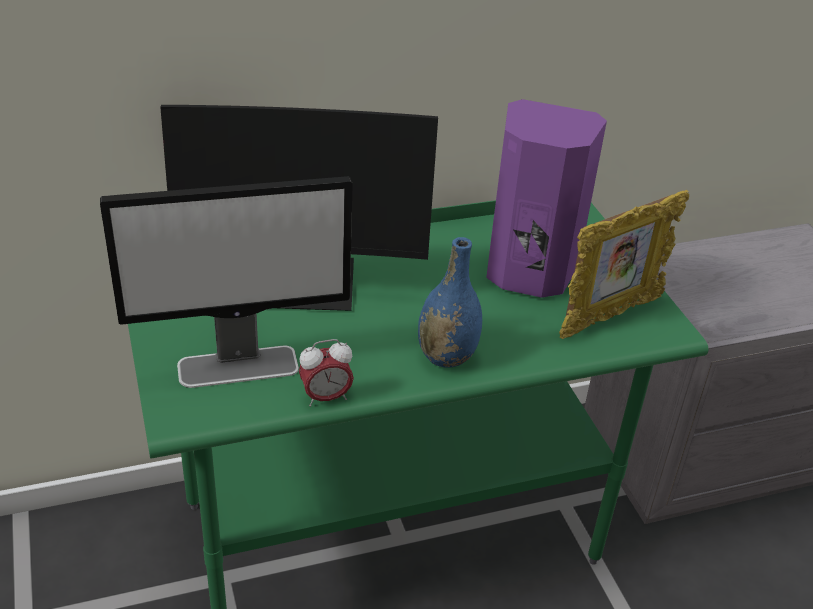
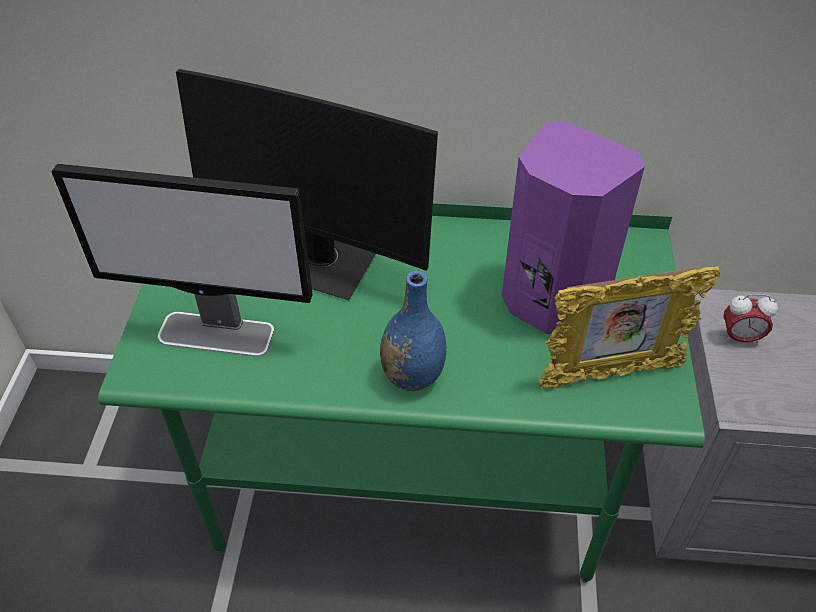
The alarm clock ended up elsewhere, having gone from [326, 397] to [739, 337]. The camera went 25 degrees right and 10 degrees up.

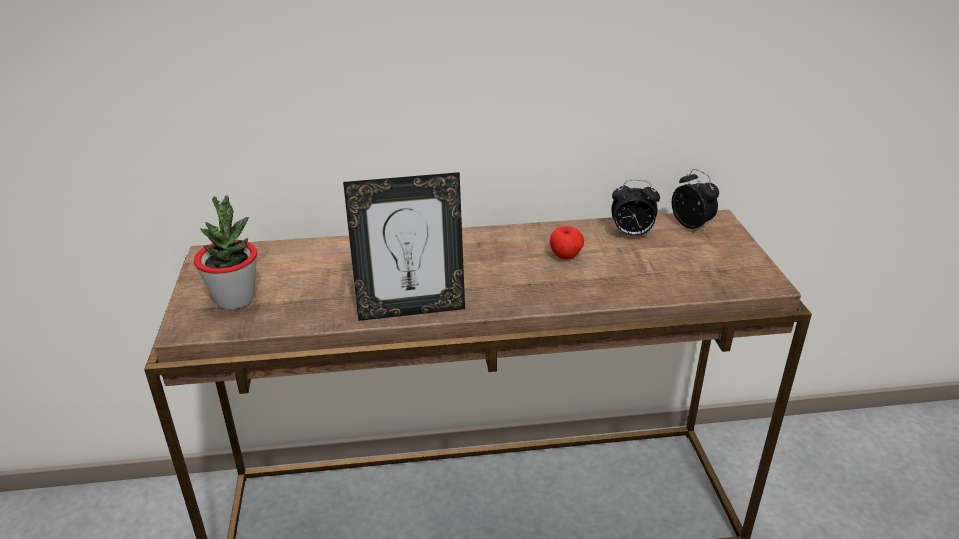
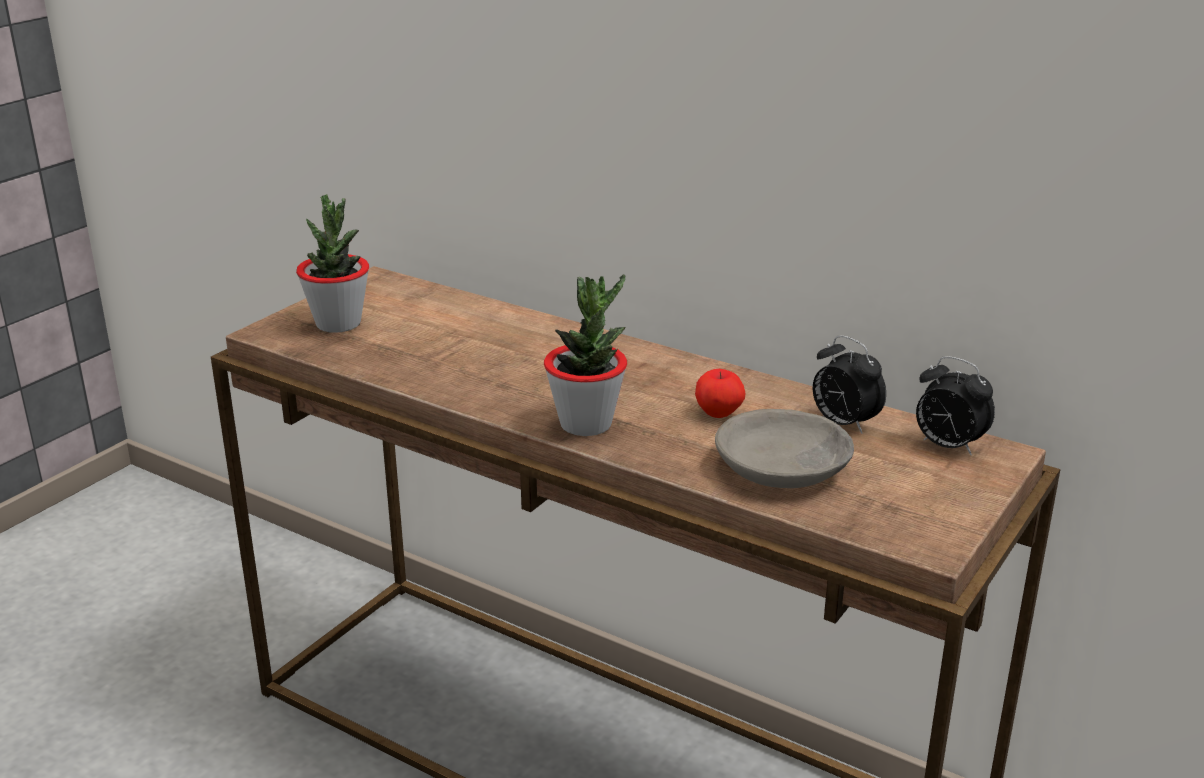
The second view gained the potted plant at [586, 424]. The second view gained the grey bowl at [784, 468]. The alarm clock at [692, 226] ended up facing another way, 120 degrees clockwise from before. The second view lost the picture frame at [411, 309]. The camera went 40 degrees right and 5 degrees down.

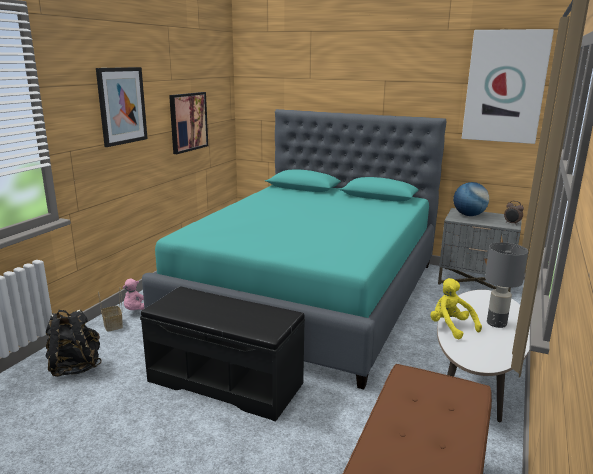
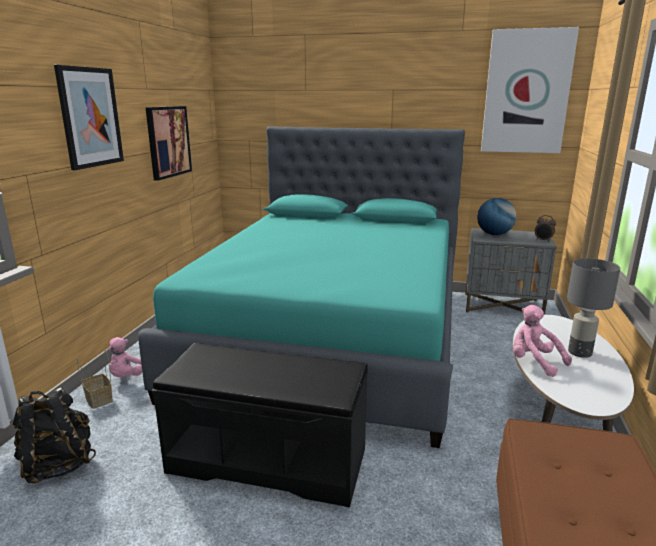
What was the yellow plush toy at [451, 327] turned into the pink plush toy at [534, 362]. The camera went 10 degrees left and 0 degrees up.

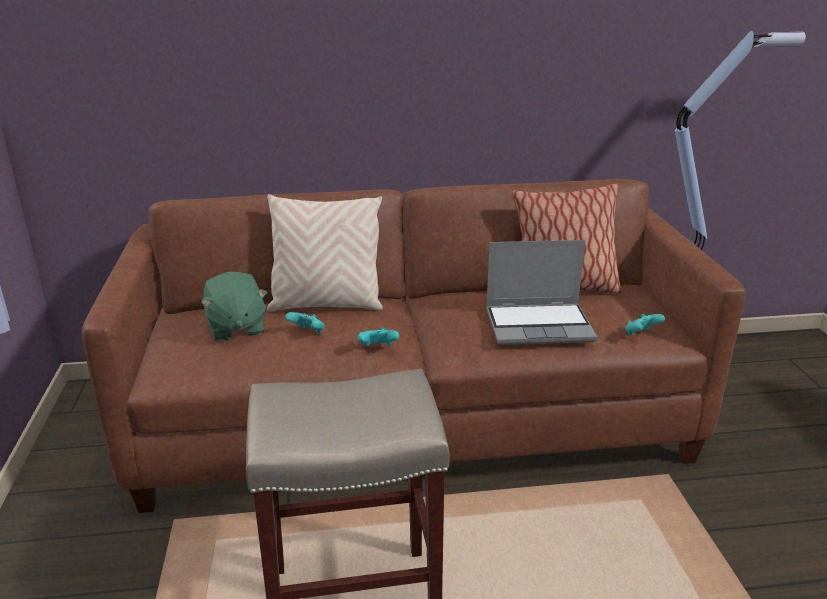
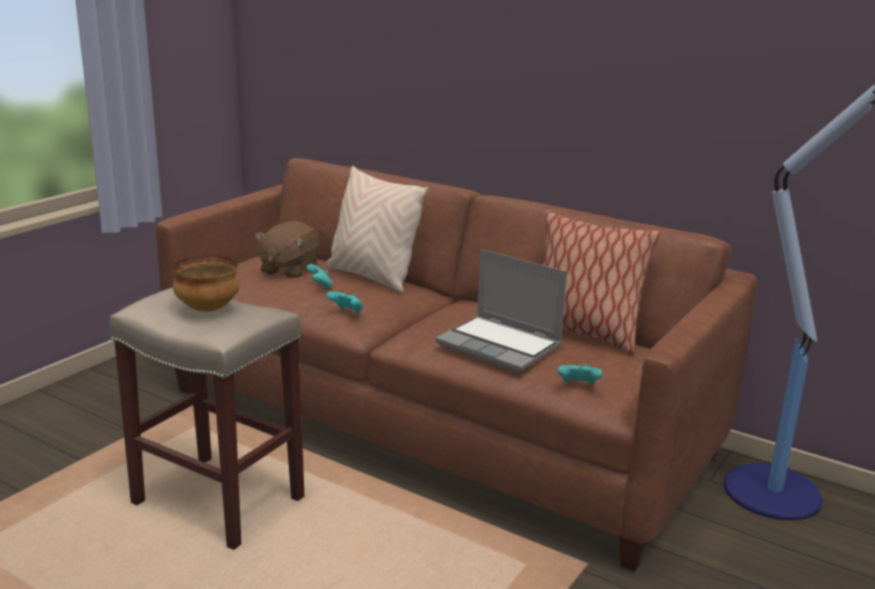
The second view gained the bowl at [209, 309]. What was the green plush toy at [236, 328] turned into the brown plush toy at [288, 270]. The camera went 40 degrees right and 5 degrees down.

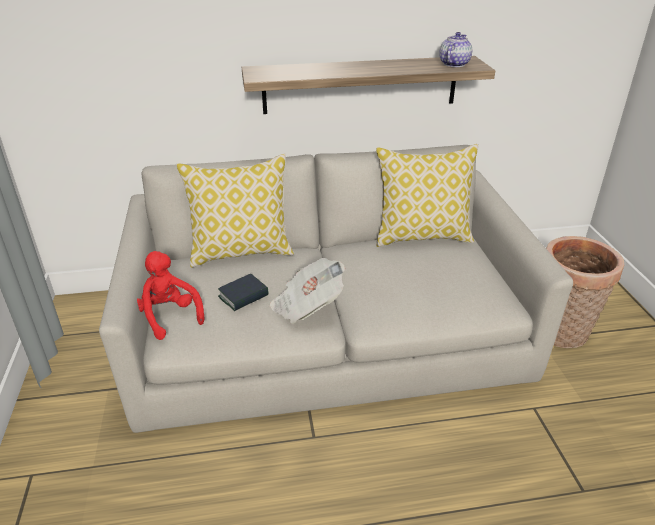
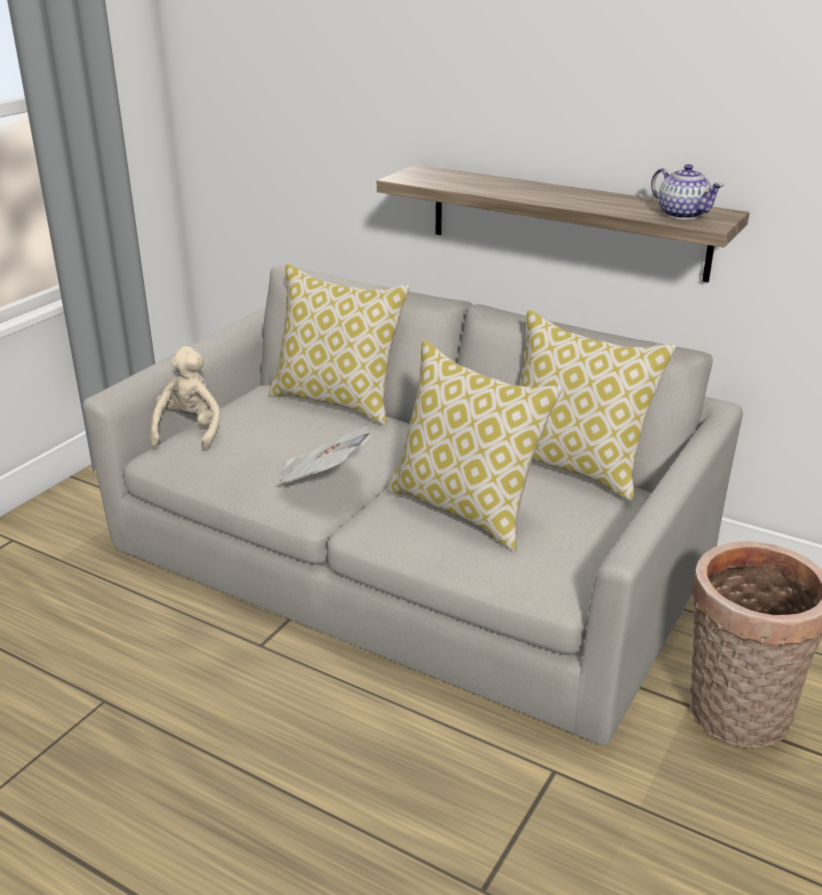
What was the red plush toy at [168, 316] turned into the beige plush toy at [189, 431]. The second view gained the pillow at [465, 509]. The teapot at [453, 64] ended up facing another way, 75 degrees clockwise from before. The second view lost the book at [243, 296]. The camera went 40 degrees right and 5 degrees down.

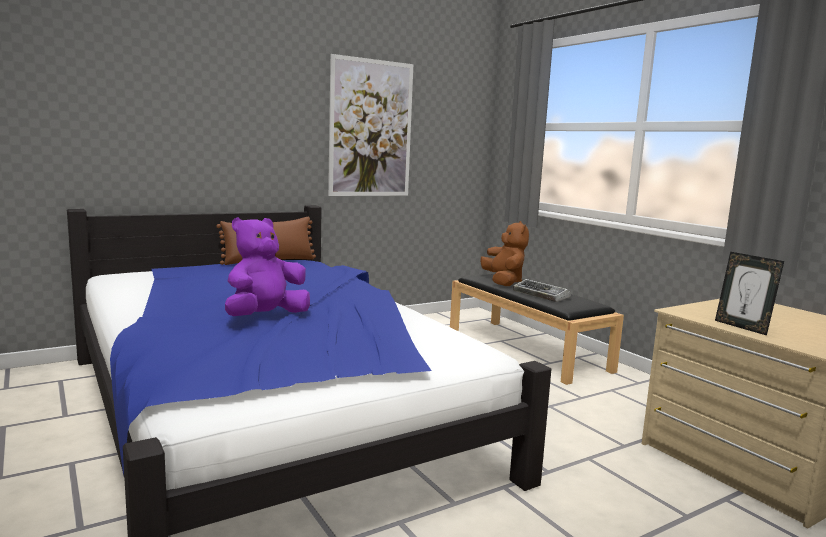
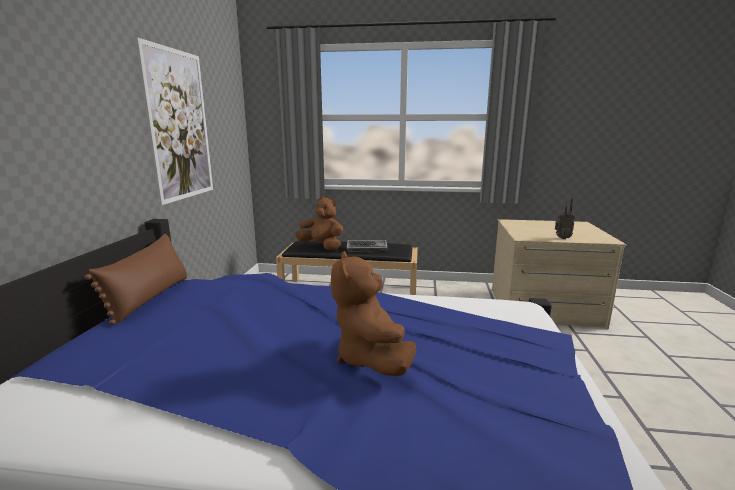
What was the purple plush toy at [265, 317] turned into the brown plush toy at [371, 359]. Where the picture frame stood at [742, 327], the radio came to stand at [561, 238]. The camera went 50 degrees left and 5 degrees up.

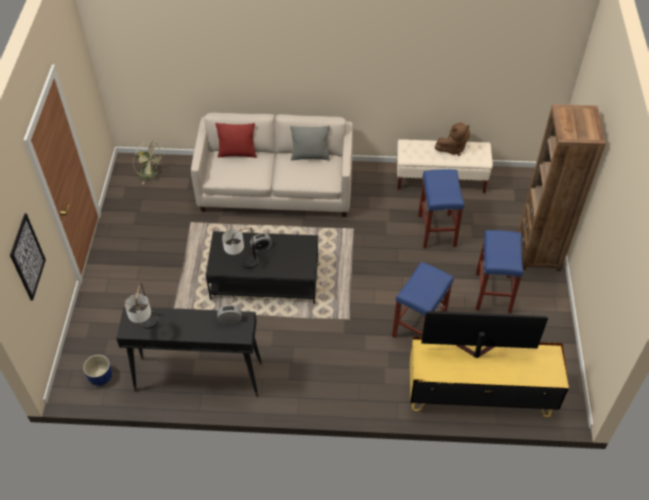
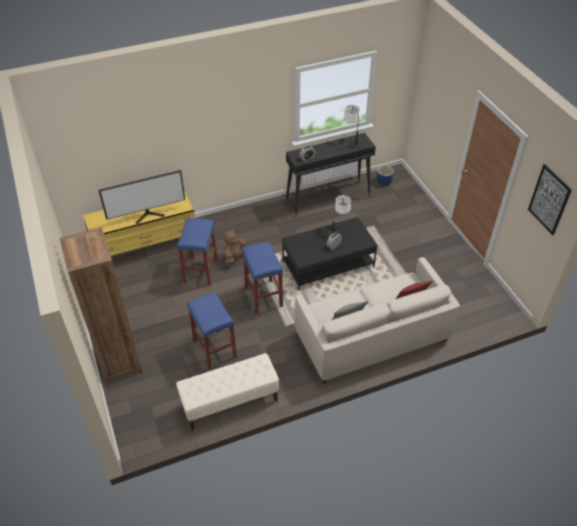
The brown plush toy ended up elsewhere, having gone from [452, 148] to [235, 257]. The blue stool ended up elsewhere, having gone from [493, 293] to [263, 296]. The picture ended up elsewhere, having gone from [27, 257] to [549, 199]. The second view lost the green fan at [151, 174]. The camera went 155 degrees right and 5 degrees down.

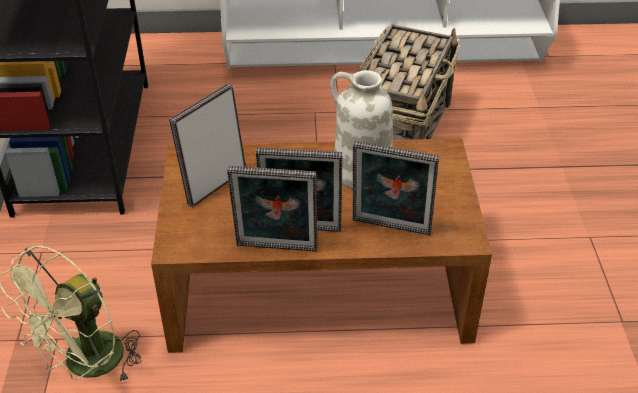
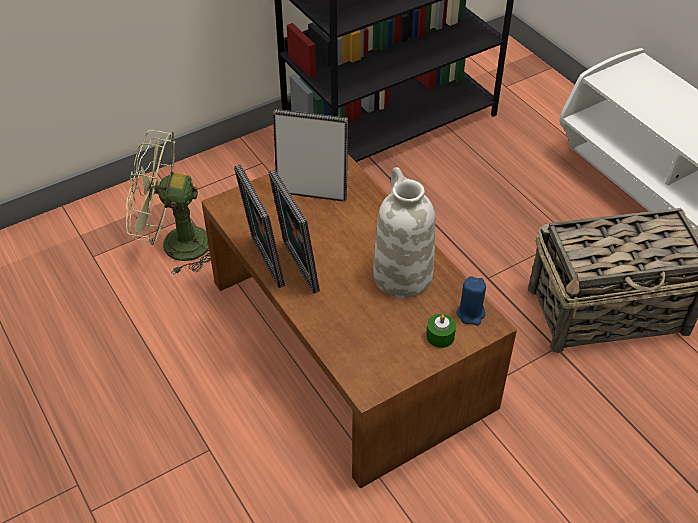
The second view gained the green candle at [440, 336]. The second view gained the blue candle at [471, 314]. The second view lost the picture frame at [390, 229]. The camera went 60 degrees right and 5 degrees up.

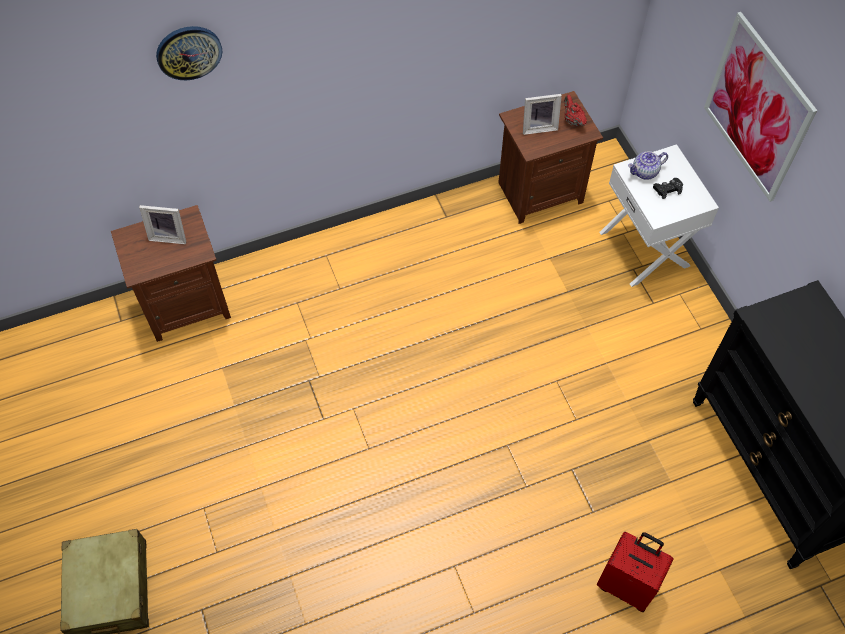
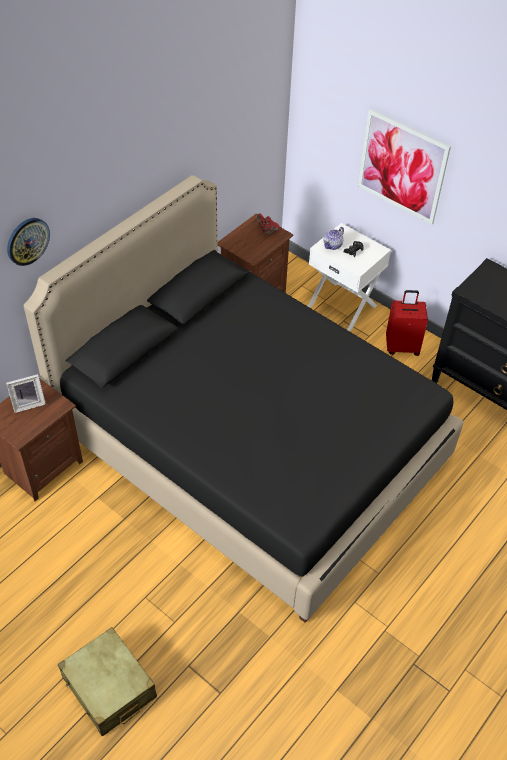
The second view gained the black bed at [250, 446]. The red suitcase ended up elsewhere, having gone from [627, 584] to [402, 346]. The second view lost the picture frame at [538, 126]. The camera went 30 degrees left and 10 degrees down.

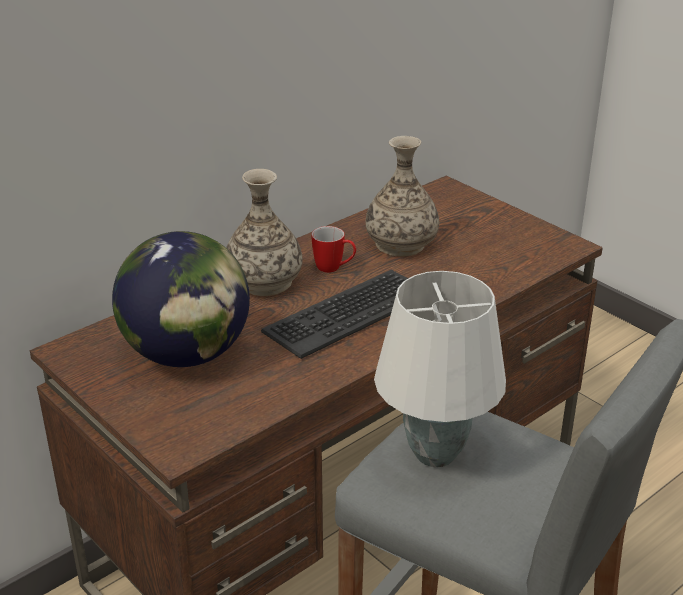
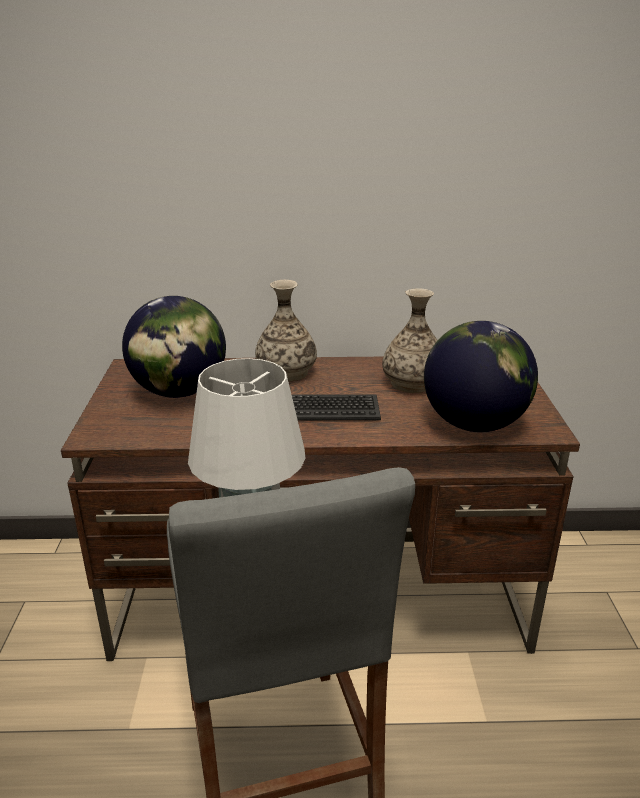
The second view gained the globe at [474, 424]. The second view lost the mug at [334, 268]. The camera went 40 degrees right and 5 degrees down.

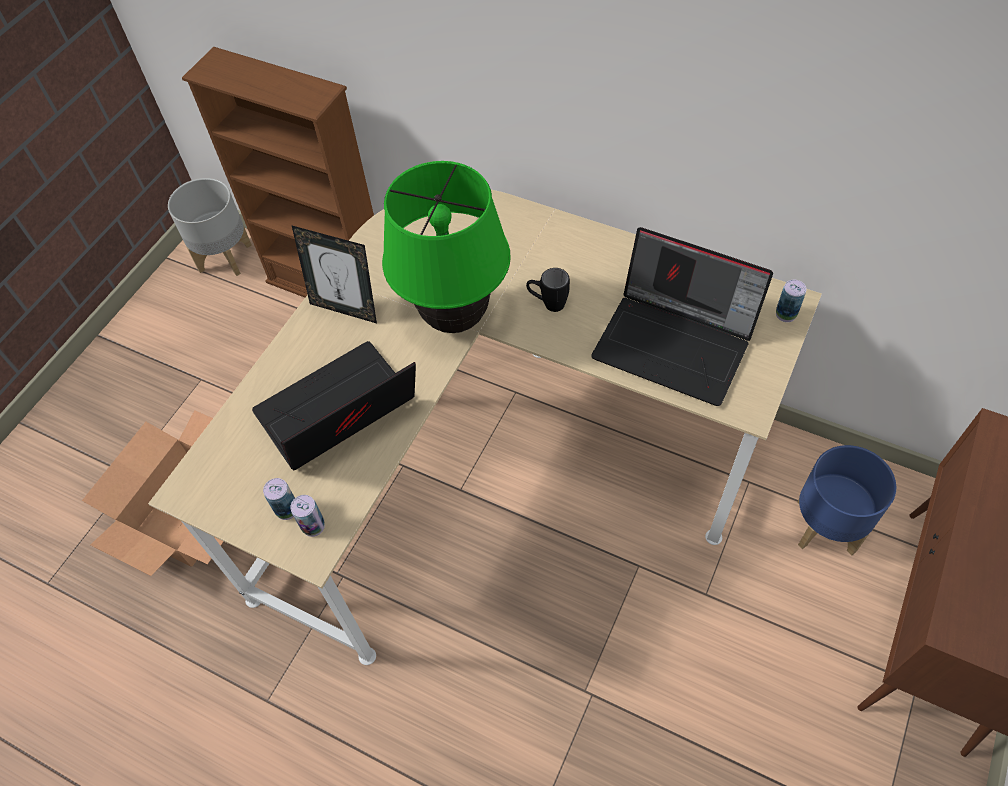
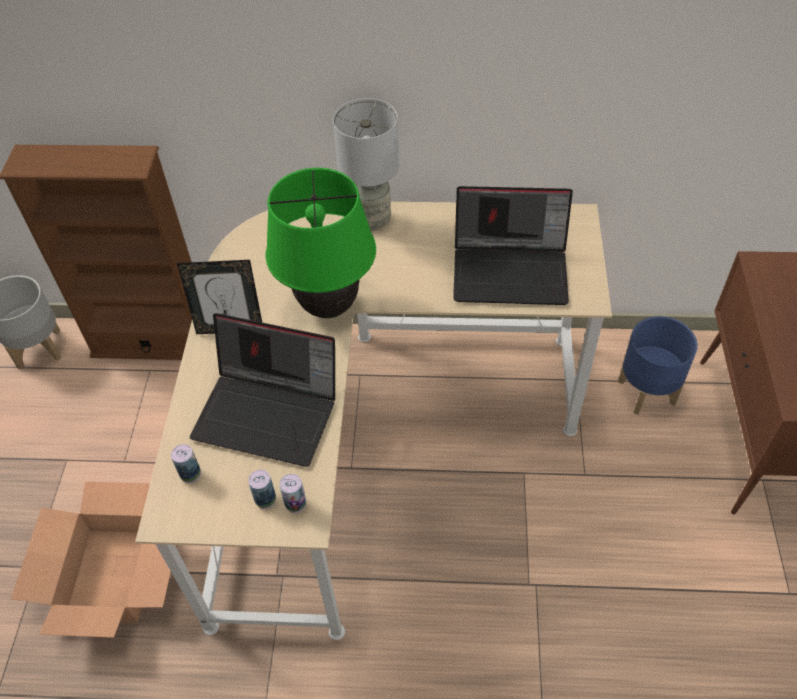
The can ended up elsewhere, having gone from [786, 314] to [190, 474]. The laptop at [338, 416] ended up facing another way, 105 degrees counterclockwise from before. The second view gained the grey table lamp at [372, 219]. The second view lost the black mug at [547, 304]. The camera went 25 degrees left and 5 degrees down.

